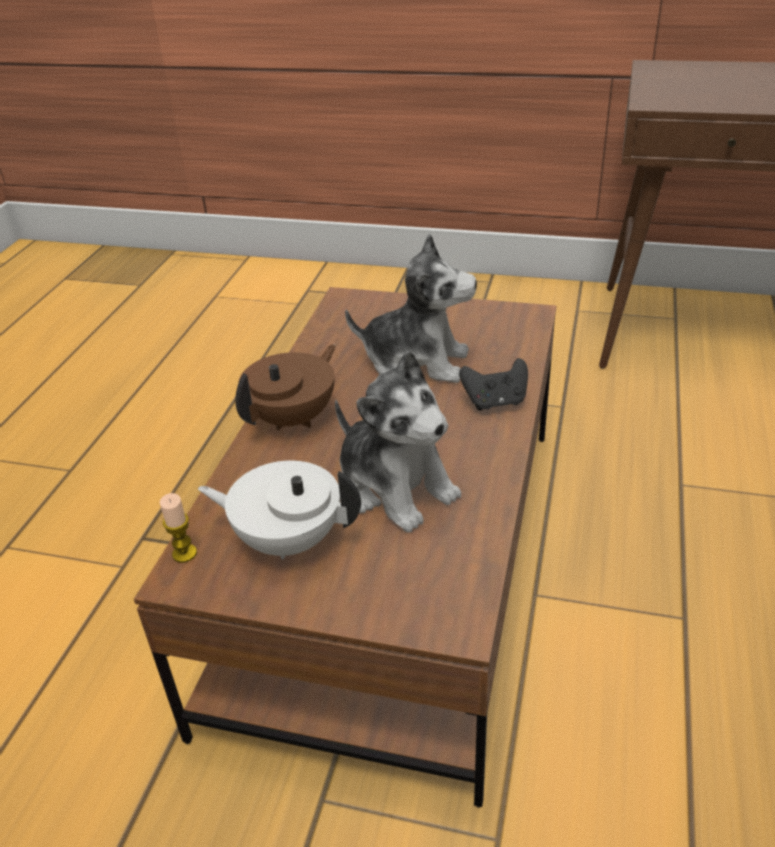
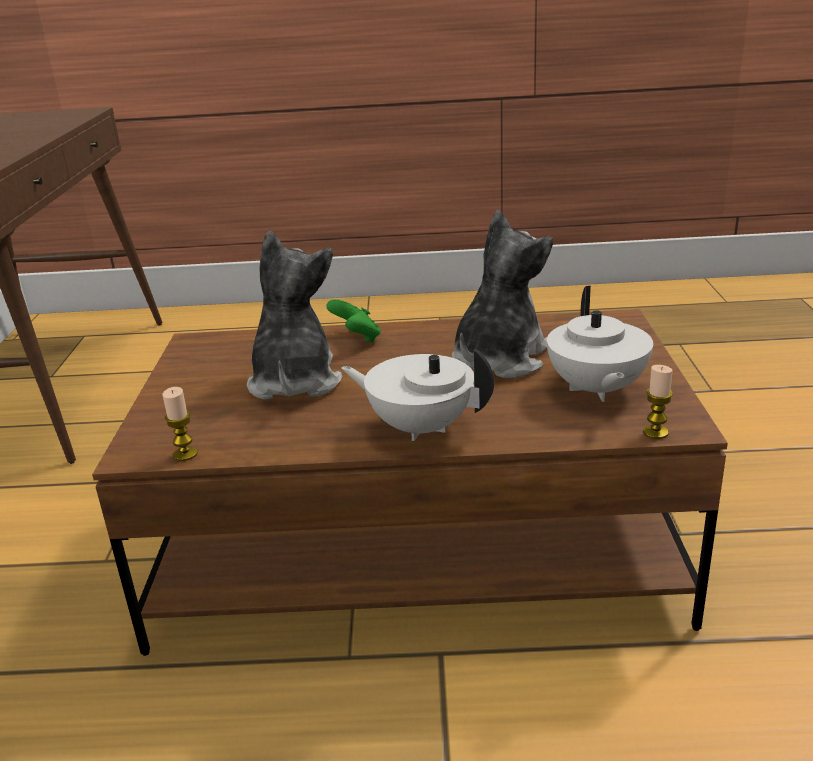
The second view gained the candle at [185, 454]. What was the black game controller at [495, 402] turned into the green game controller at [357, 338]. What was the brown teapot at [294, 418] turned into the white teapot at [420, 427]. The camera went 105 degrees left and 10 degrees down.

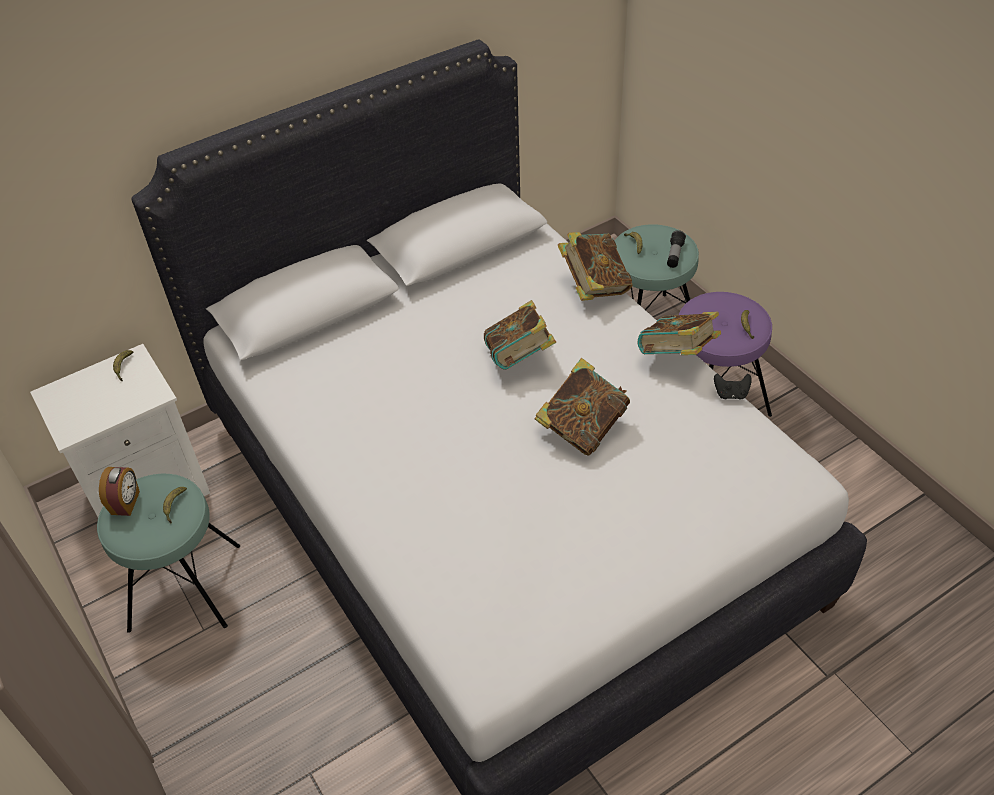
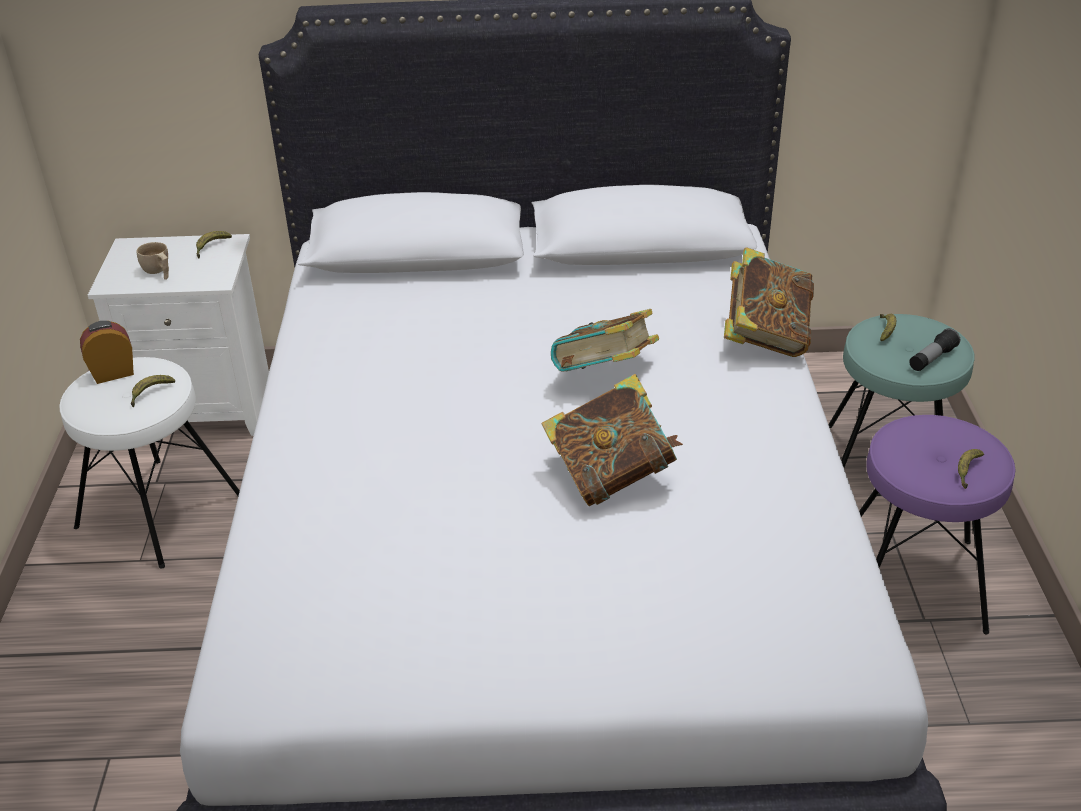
What was the turquoise stool at [185, 587] turned into the white stool at [160, 512]. The alarm clock at [126, 503] ended up facing another way, 150 degrees counterclockwise from before. The second view gained the beige cup at [158, 272]. The second view lost the book at [676, 356]. The second view lost the black game controller at [731, 394]. The camera went 30 degrees right and 10 degrees down.

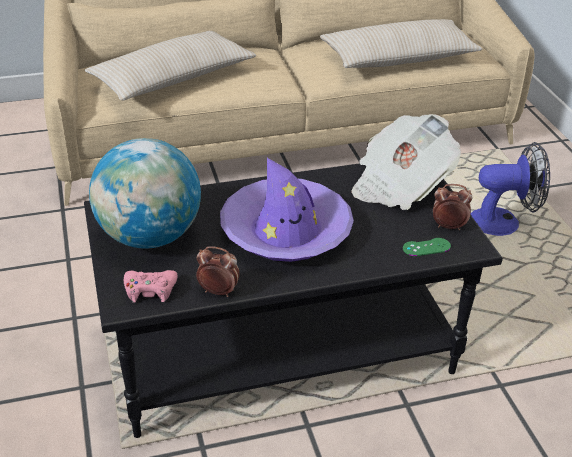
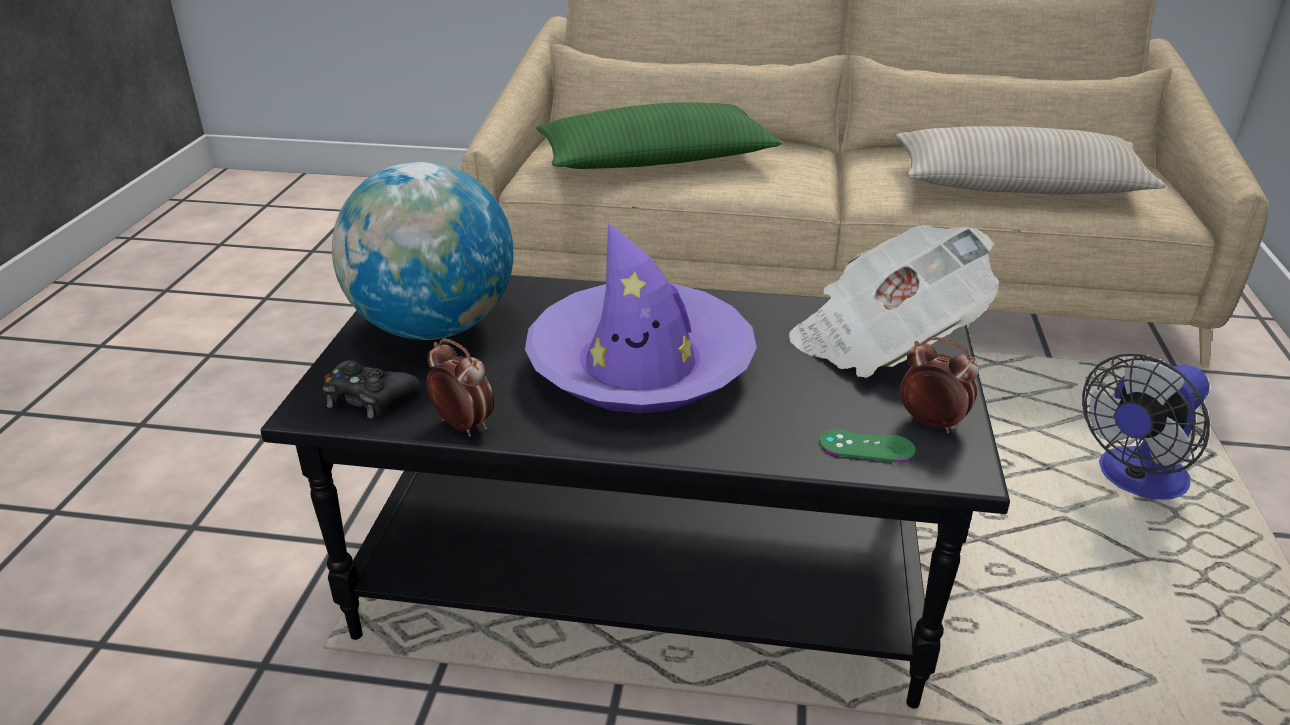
What was the pink game controller at [150, 290] turned into the black game controller at [368, 398]. What was the beige pillow at [172, 79] turned into the green pillow at [655, 161]. The fan at [503, 222] ended up facing another way, 120 degrees clockwise from before. The camera went 25 degrees right and 5 degrees down.

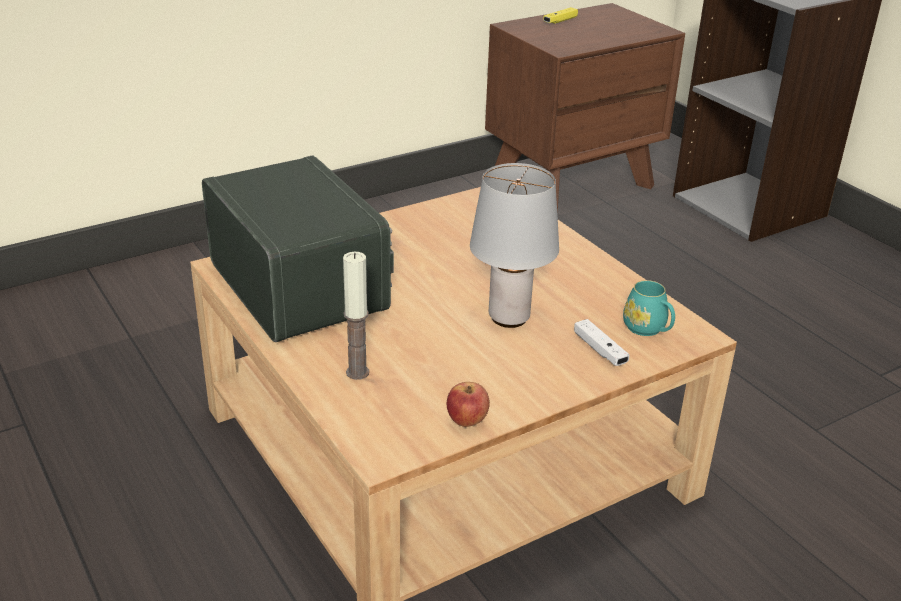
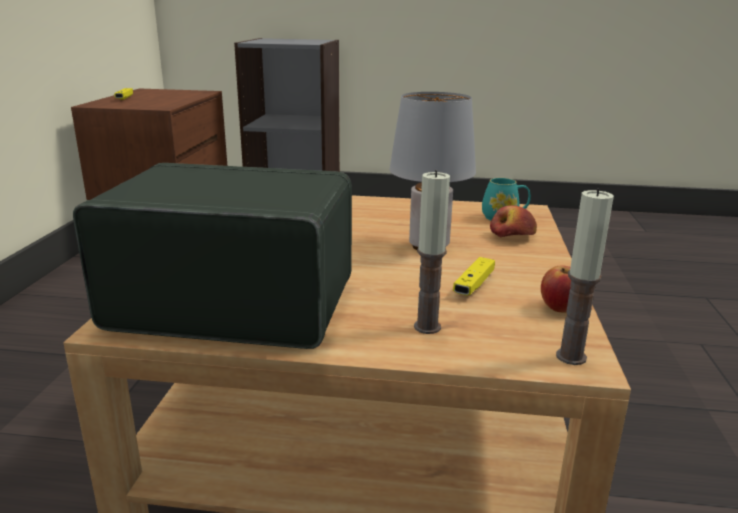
The second view gained the yellow game controller at [474, 285]. Where the white game controller stood at [600, 350], the apple came to stand at [512, 236]. The second view gained the candle at [571, 357]. The camera went 50 degrees left and 10 degrees down.

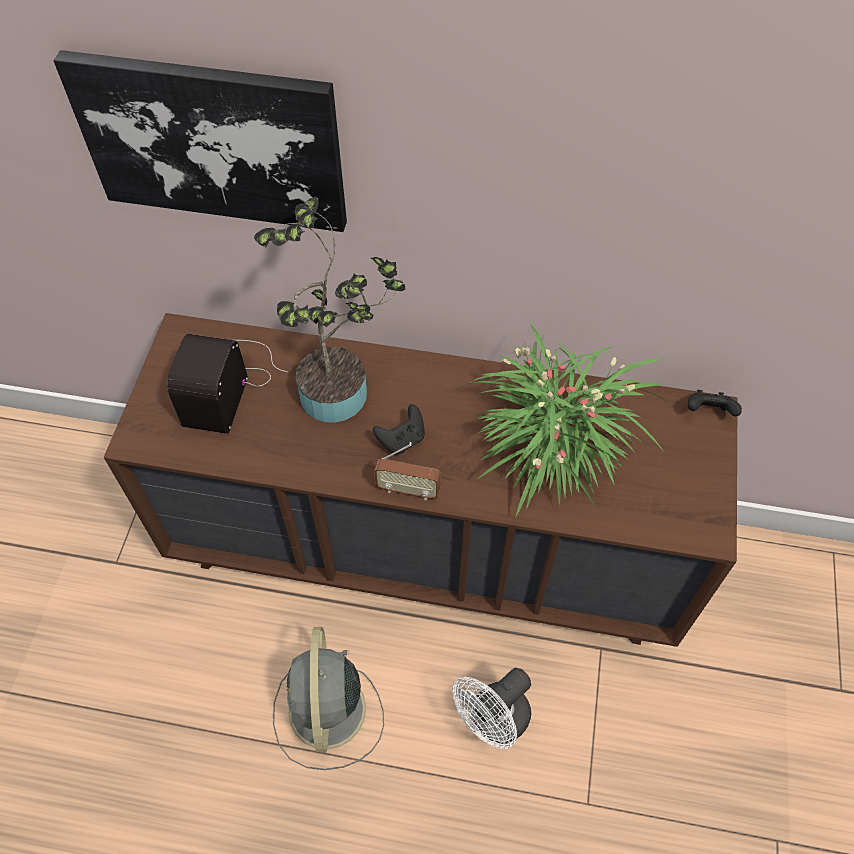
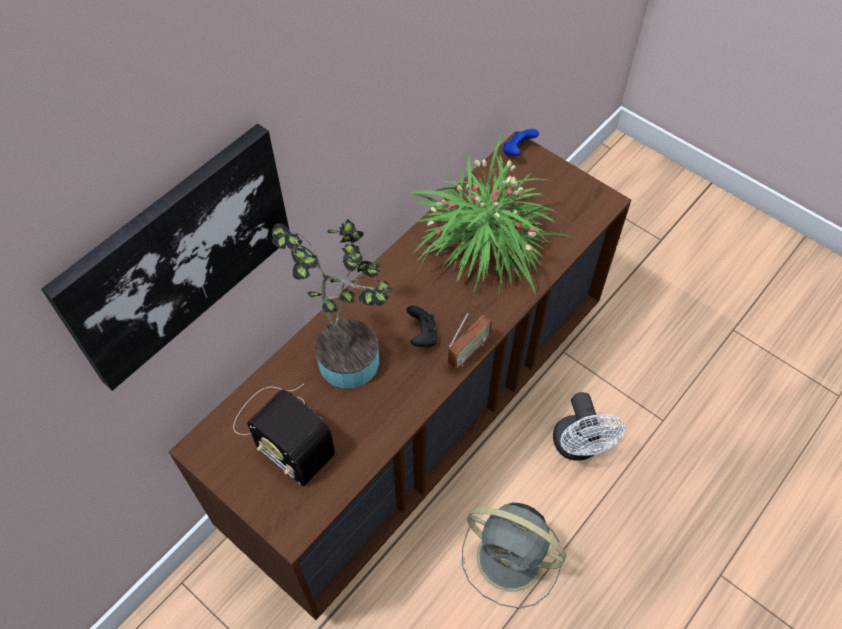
What was the black game controller at [708, 412] turned into the blue game controller at [517, 151]. The camera went 60 degrees left and 0 degrees up.

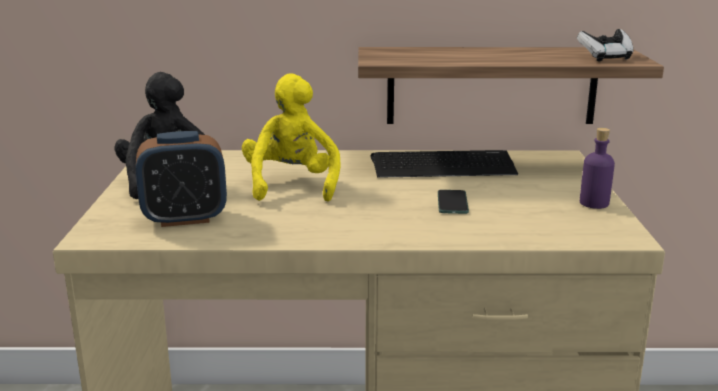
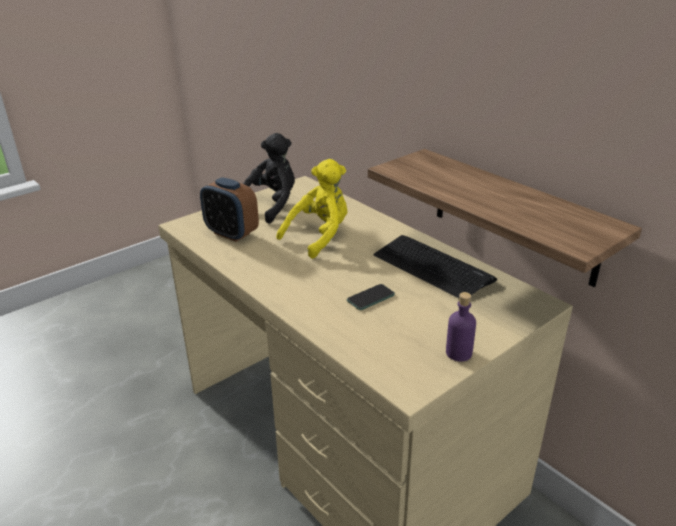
The second view lost the game controller at [605, 58]. The camera went 50 degrees right and 10 degrees up.

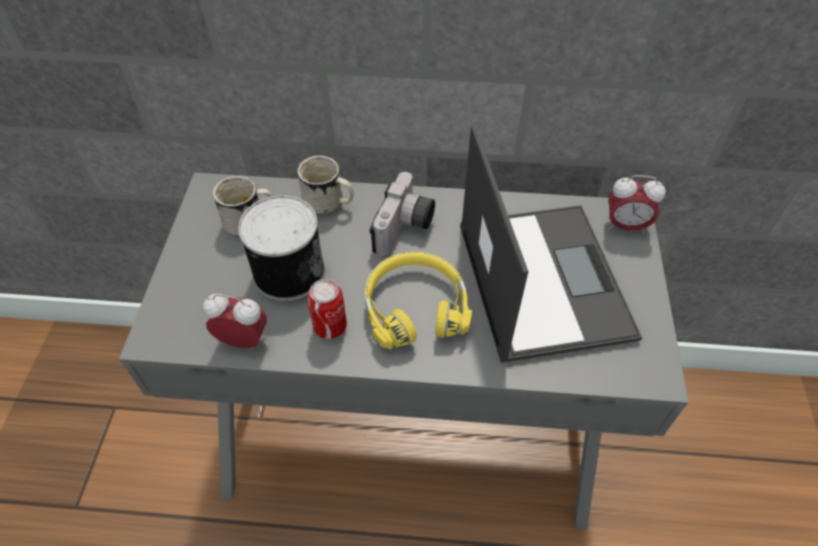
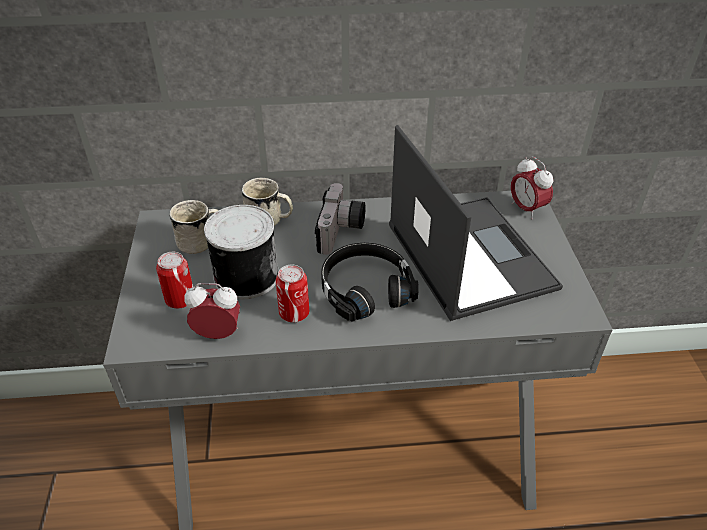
The second view gained the can at [180, 300]. What was the yellow headphones at [415, 306] turned into the black headphones at [365, 289]. The alarm clock at [625, 226] ended up facing another way, 60 degrees clockwise from before. The camera went 10 degrees left and 10 degrees down.

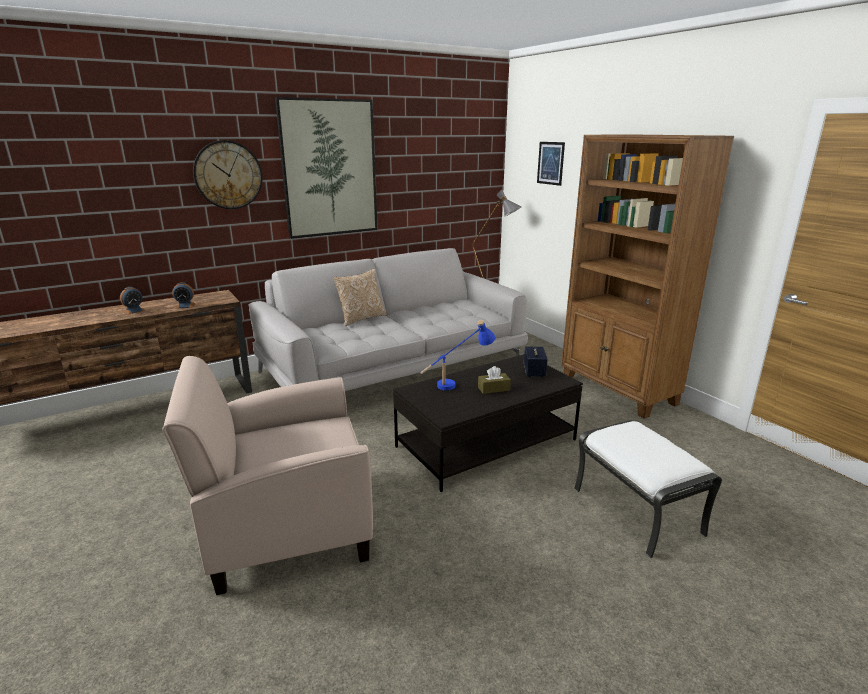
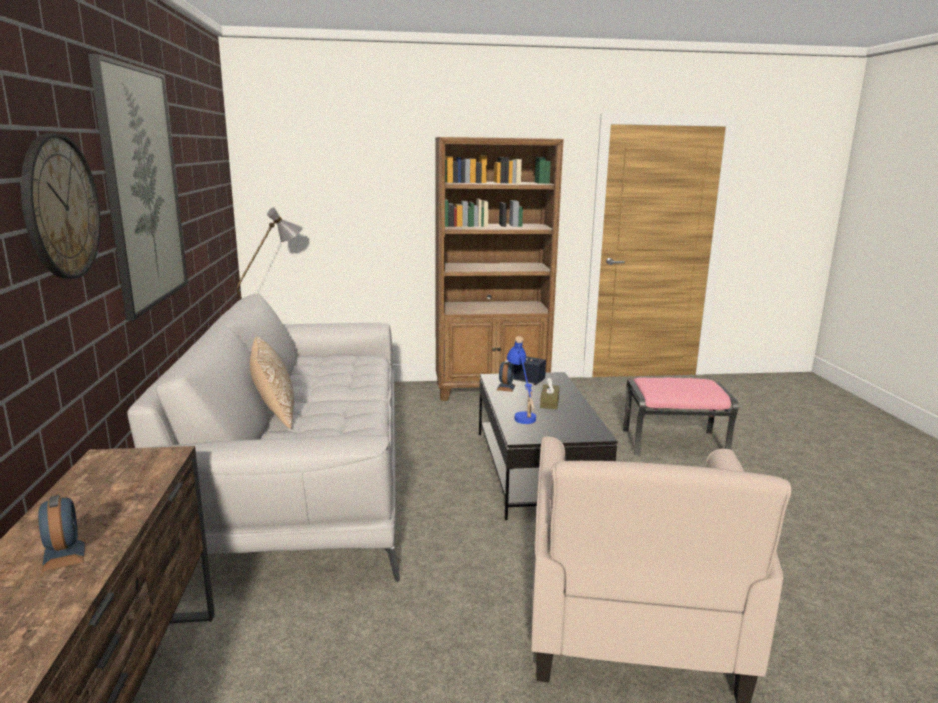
The alarm clock ended up elsewhere, having gone from [185, 306] to [506, 387]. What was the white ottoman at [638, 511] turned into the pink ottoman at [674, 443]. The second view lost the picture at [550, 163]. The camera went 65 degrees left and 5 degrees down.

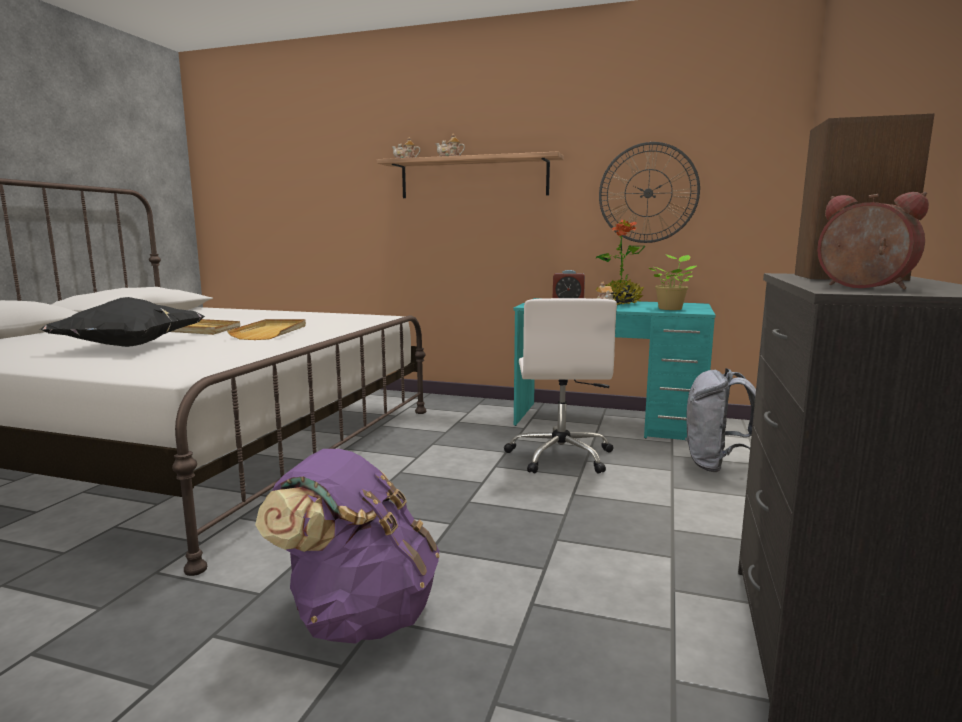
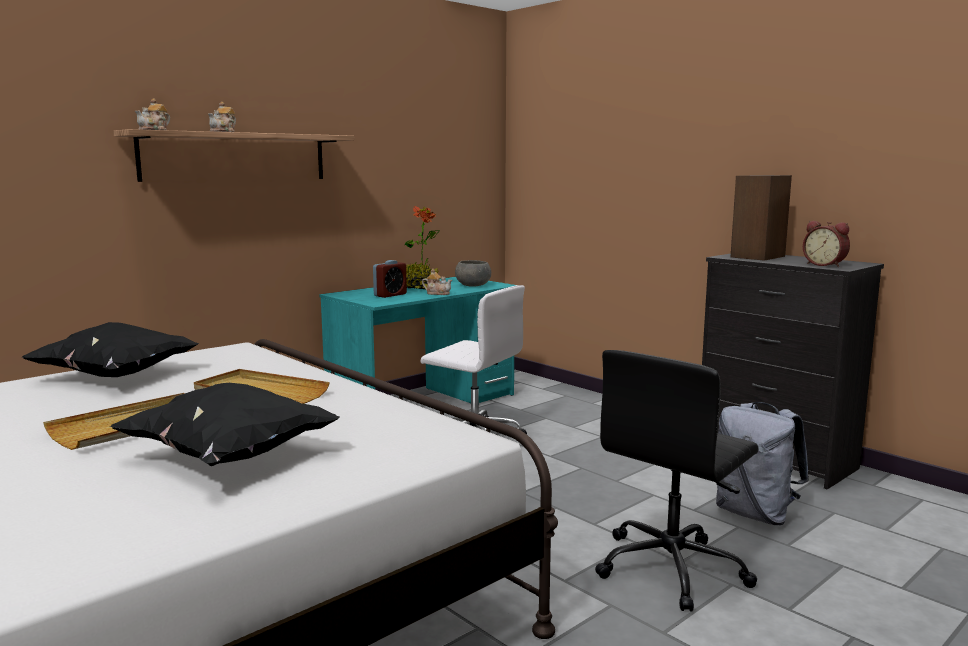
The second view gained the black pillow at [117, 376]. Where the potted plant stood at [671, 308], the grey bowl came to stand at [473, 285]. Where the purple backpack stood at [358, 615], the black office chair came to stand at [672, 568]. The grey backpack ended up elsewhere, having gone from [717, 465] to [755, 514]. The alarm clock at [862, 287] ended up facing another way, 120 degrees counterclockwise from before. The second view lost the wall clock at [648, 193]. The camera went 60 degrees left and 0 degrees up.

